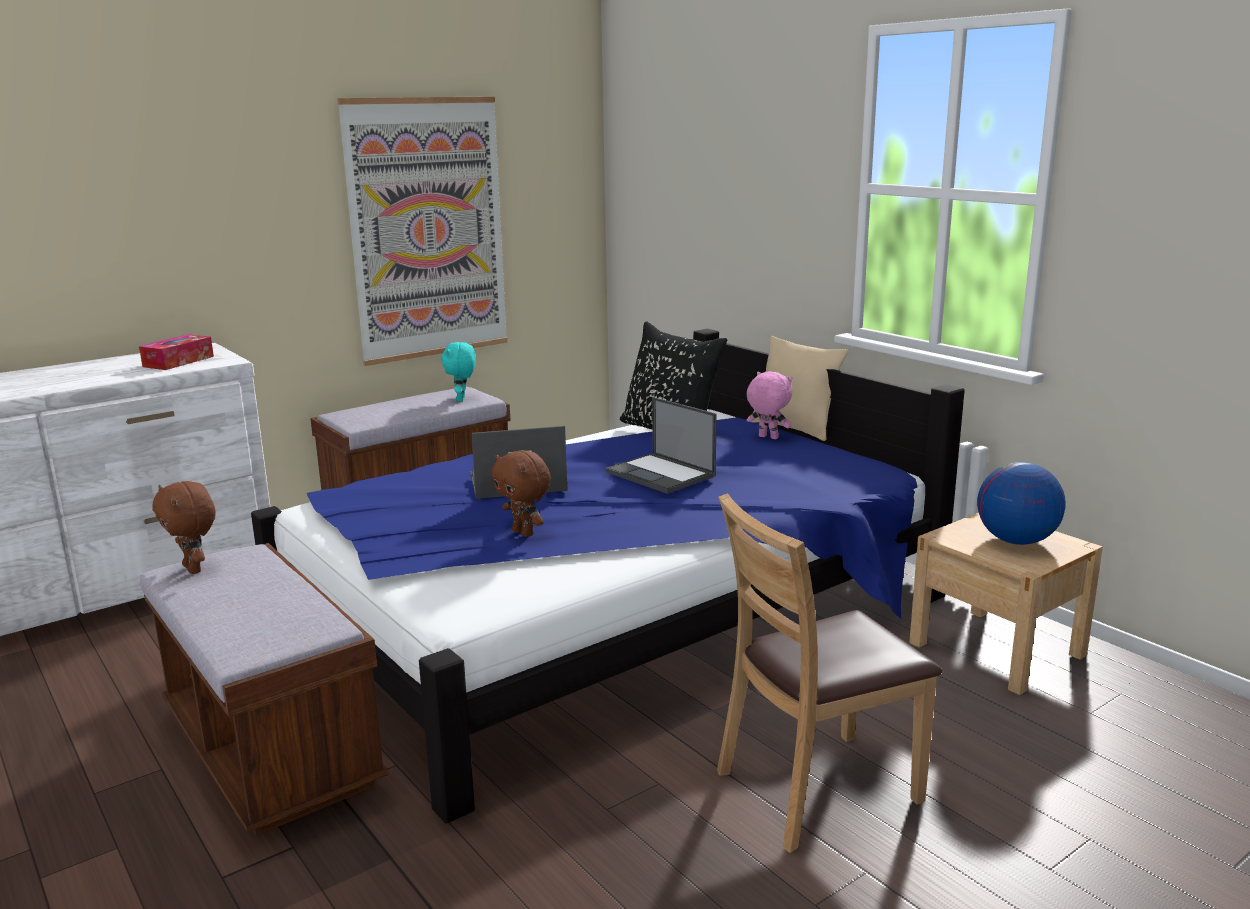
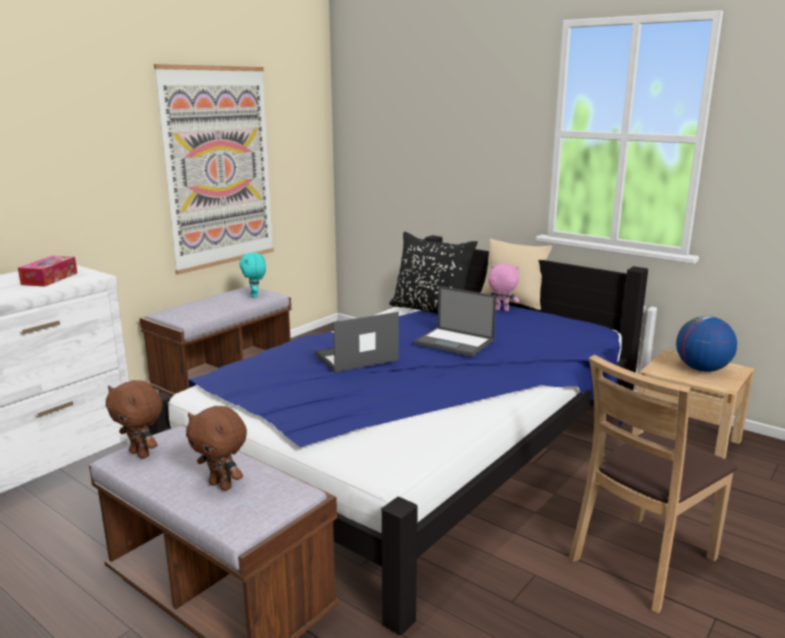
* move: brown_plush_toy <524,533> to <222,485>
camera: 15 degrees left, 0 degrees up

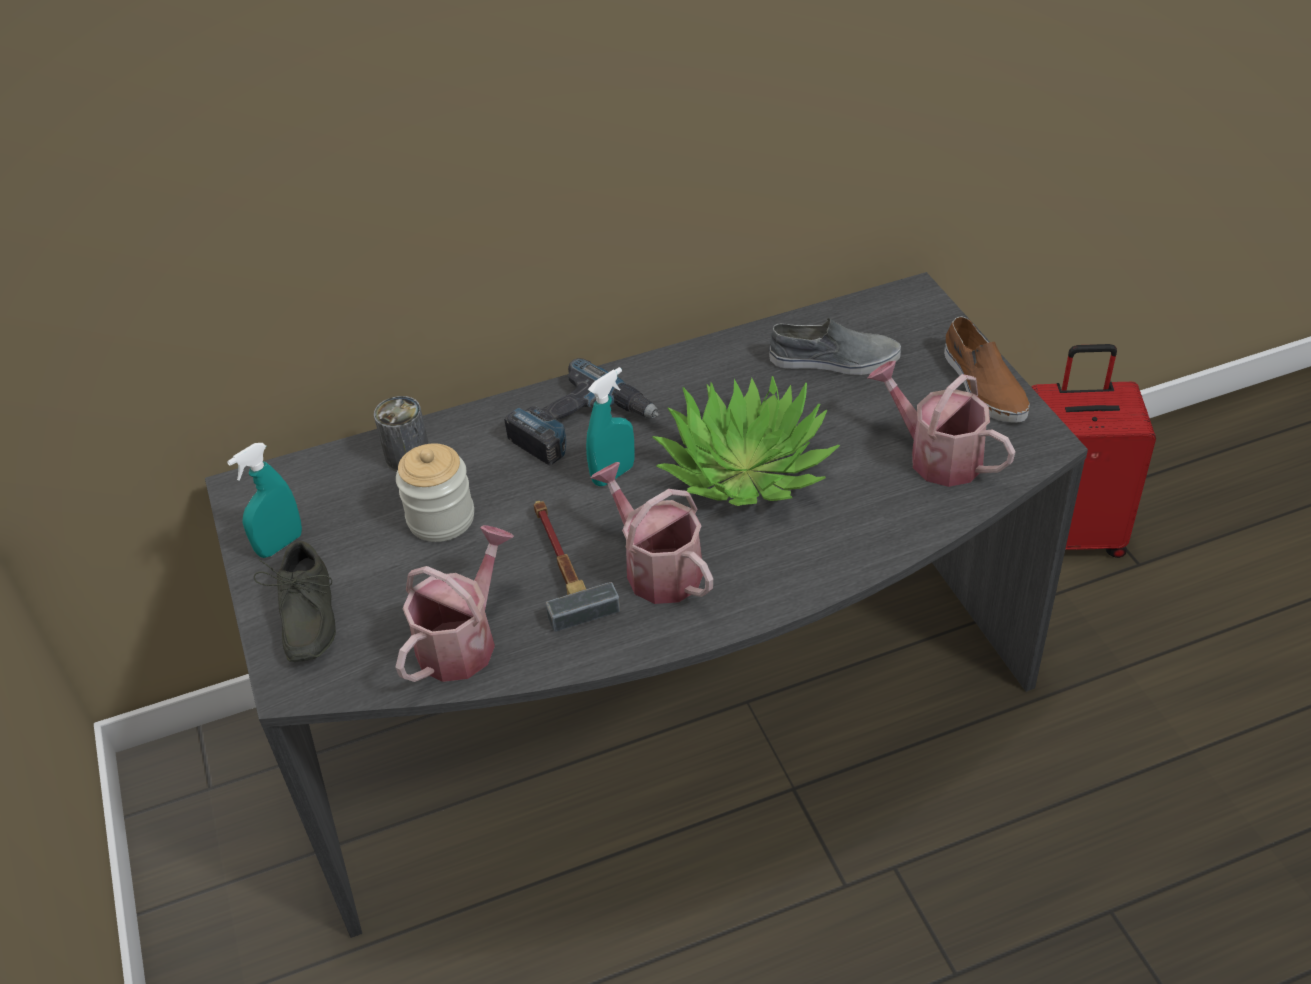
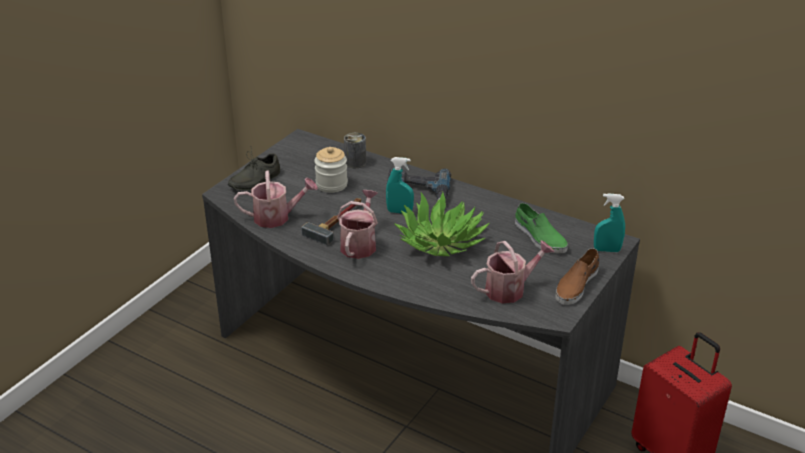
* rotate: watering_can <936,456> = <510,289> 60 degrees clockwise
* recolor: grey_shoe <834,360> to green_shoe <539,237>
* move: turquoise_spray_bottle <280,544> to <607,250>
camera: 50 degrees right, 10 degrees down

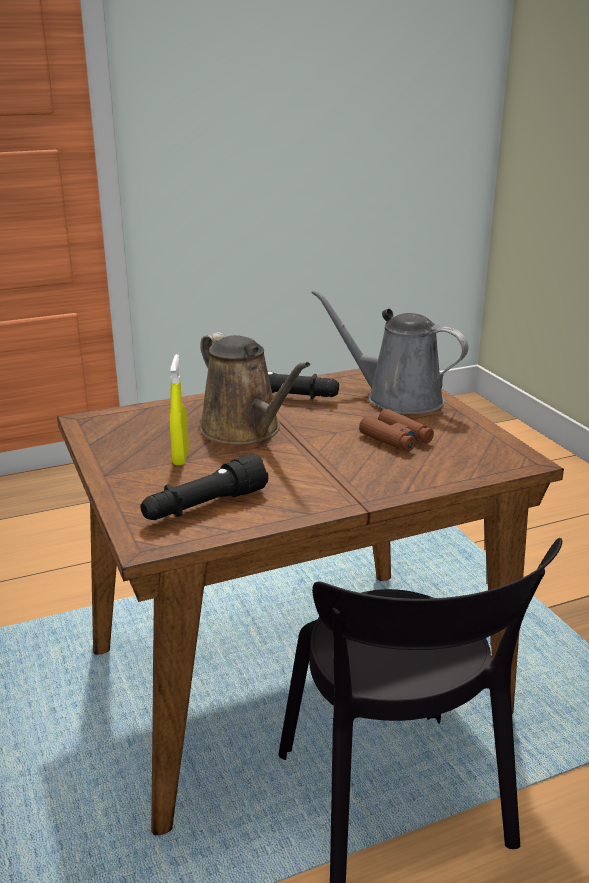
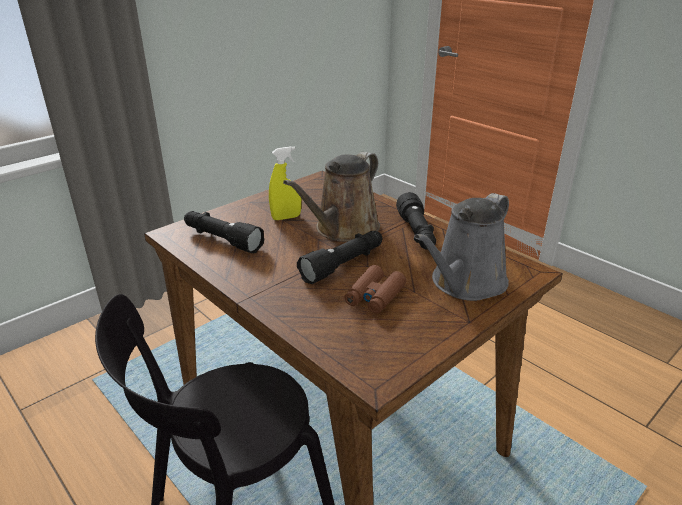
* insert: black_flashlight <343,265>
* rotate: grey_watering_can <397,398> = <465,283> 150 degrees counterclockwise
camera: 70 degrees right, 5 degrees up

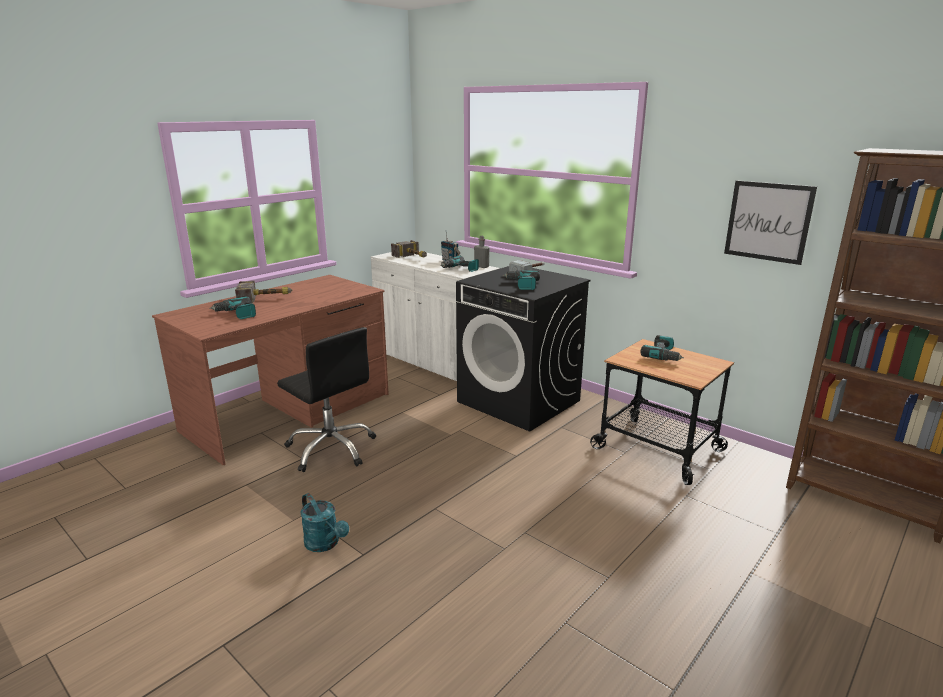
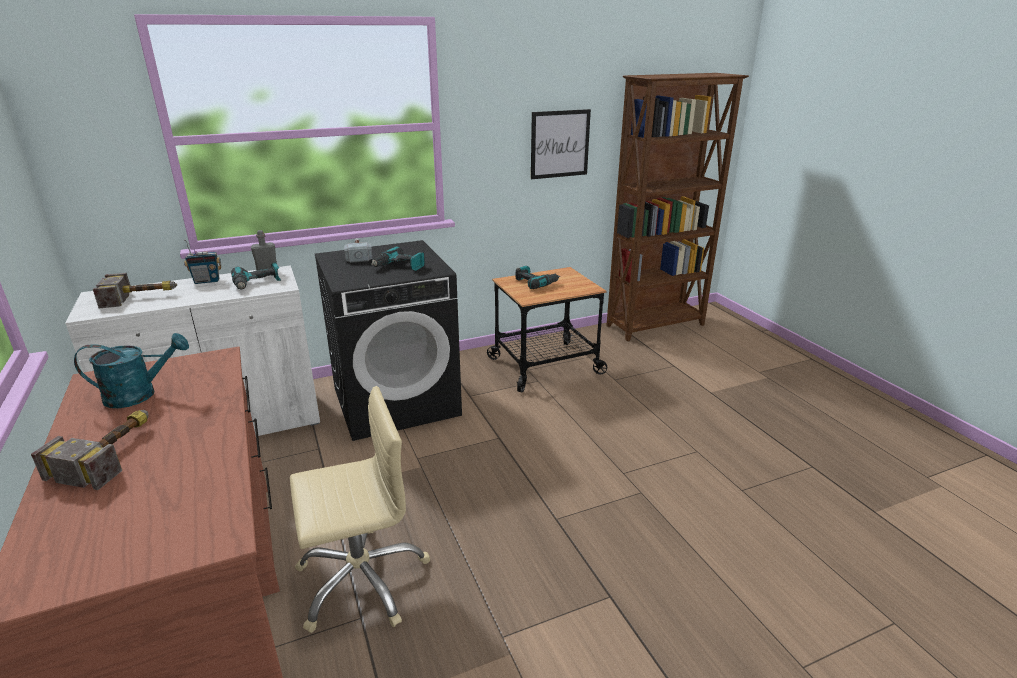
* move: turquoise_watering_can <325,544> to <140,394>
* recolor: black_office_chair <331,448> to beige_office_chair <361,579>
* delete: power_drill <236,314>
camera: 65 degrees left, 5 degrees up

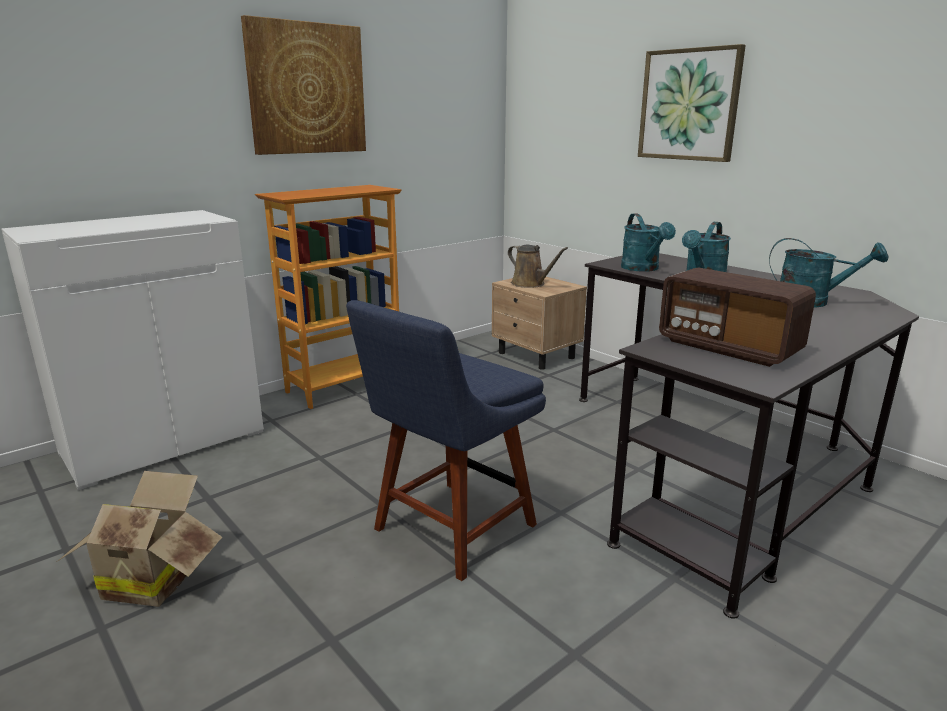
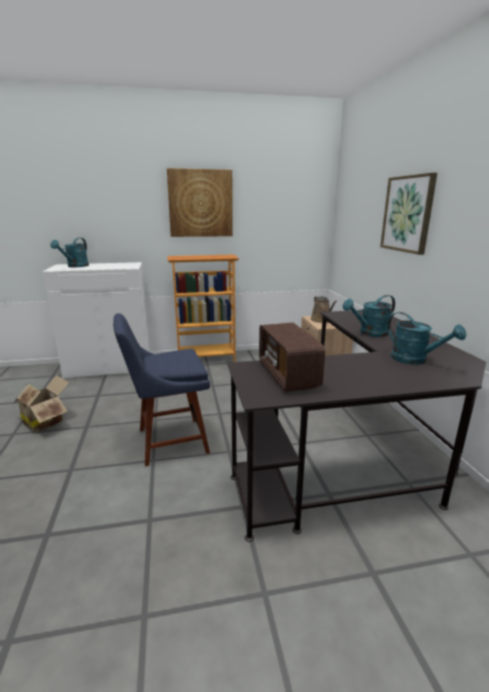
* move: turquoise_watering_can <643,269> to <75,266>
camera: 30 degrees right, 0 degrees up

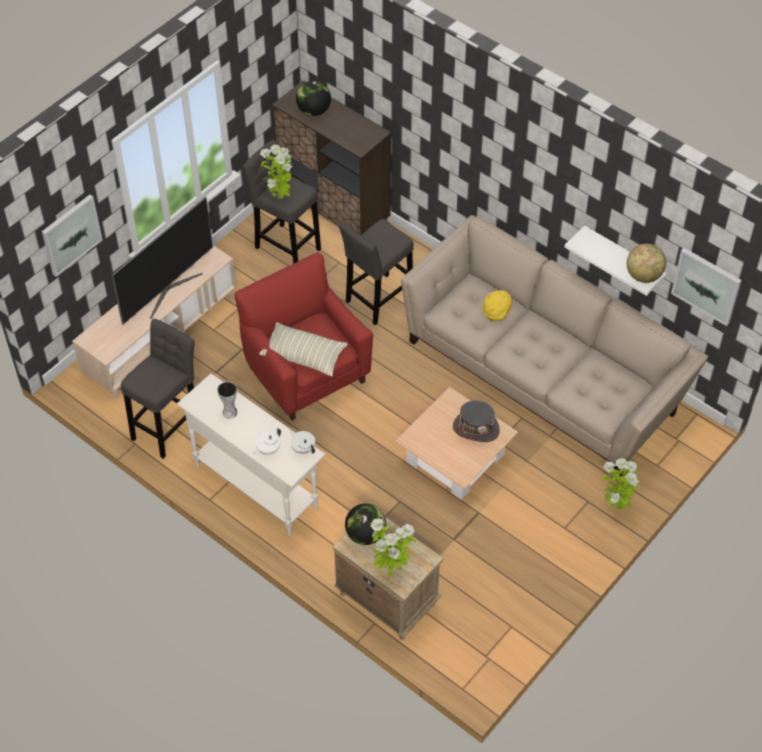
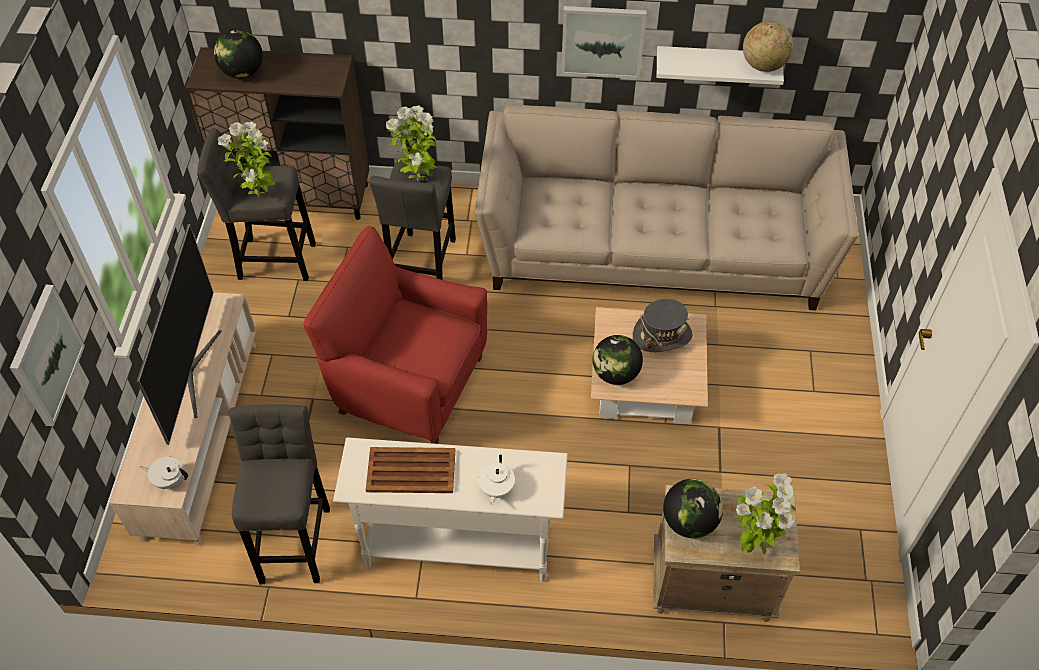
* move: white_teapot <303,448> to <169,480>
* replace: vase <230,411> to brown_tray <410,470>
* move: potted_plant <615,507> to <418,180>
* move: picture <706,285> to <602,41>
* insert: globe <615,374>
* delete: pillow <304,356>
* delete: yellow_hat <496,313>
camera: 35 degrees left, 0 degrees up

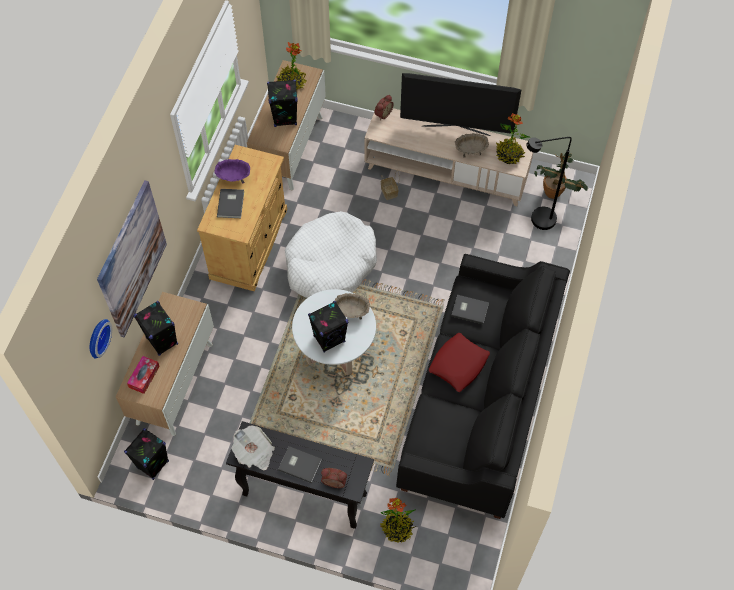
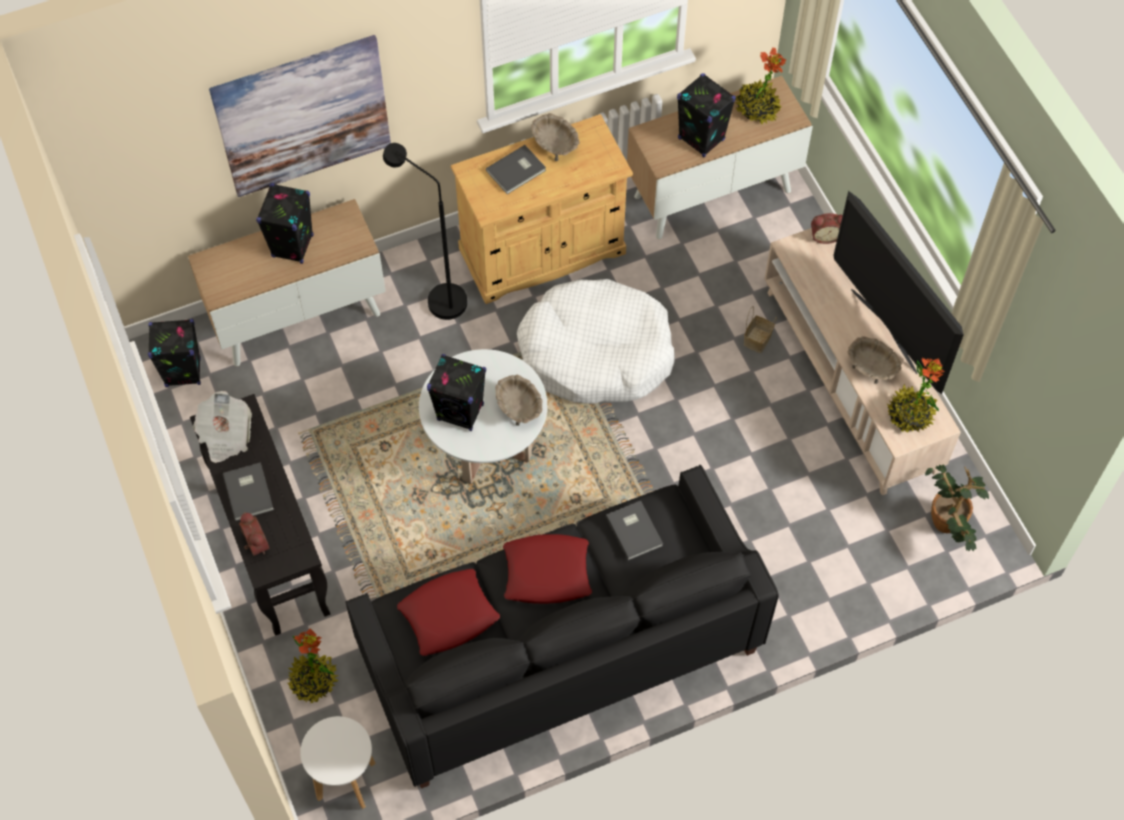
* insert: white_stool <346,781>
* move: black_floor_lamp <536,221> to <437,297>
* insert: red_pillow <448,616>
* recolor: purple_bowl <233,177> to beige_bowl <554,146>
* delete: wall_clock <97,337>
* delete: tissue_box <144,377>
camera: 50 degrees right, 0 degrees up

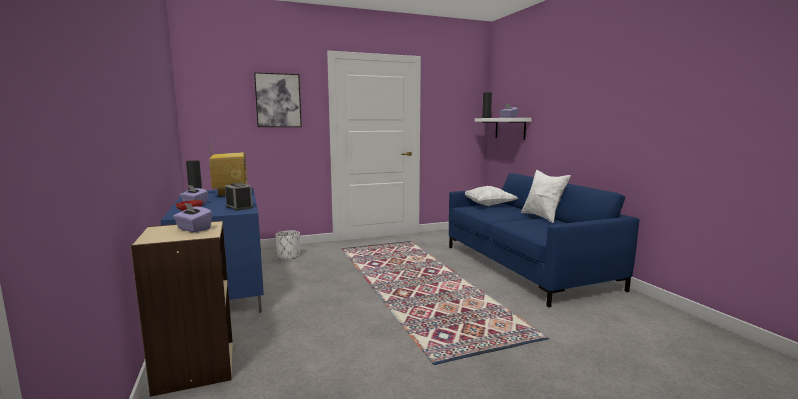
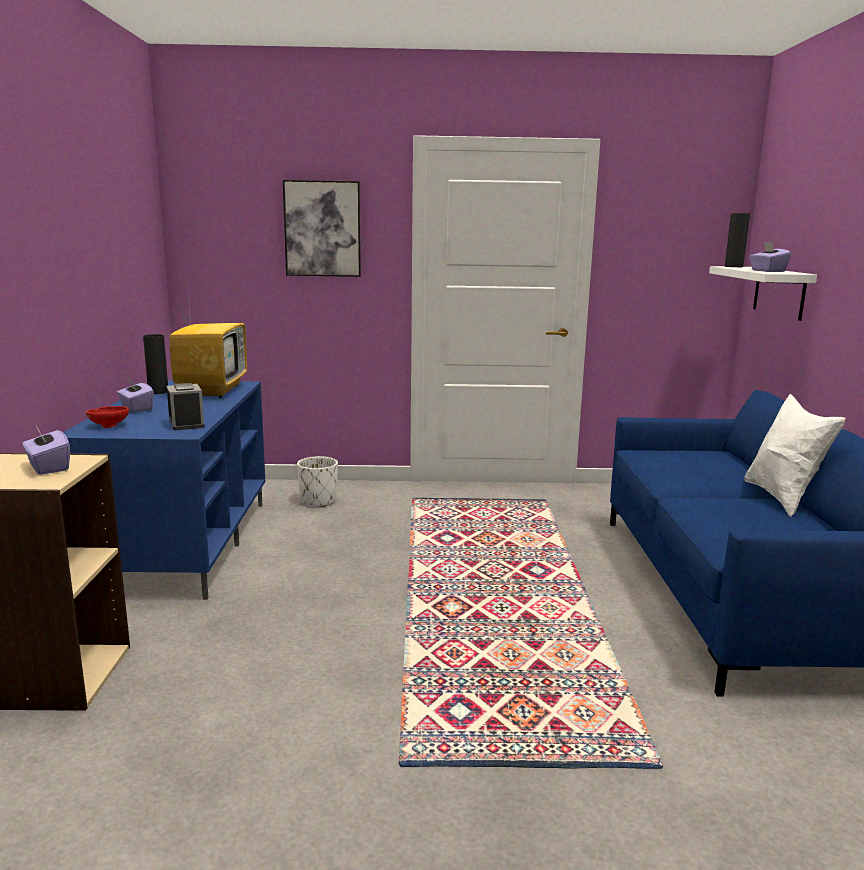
* delete: white_pillow <488,205>
camera: 20 degrees right, 5 degrees up

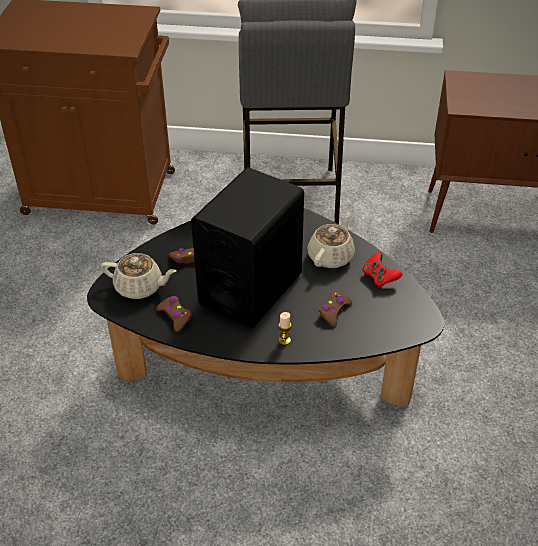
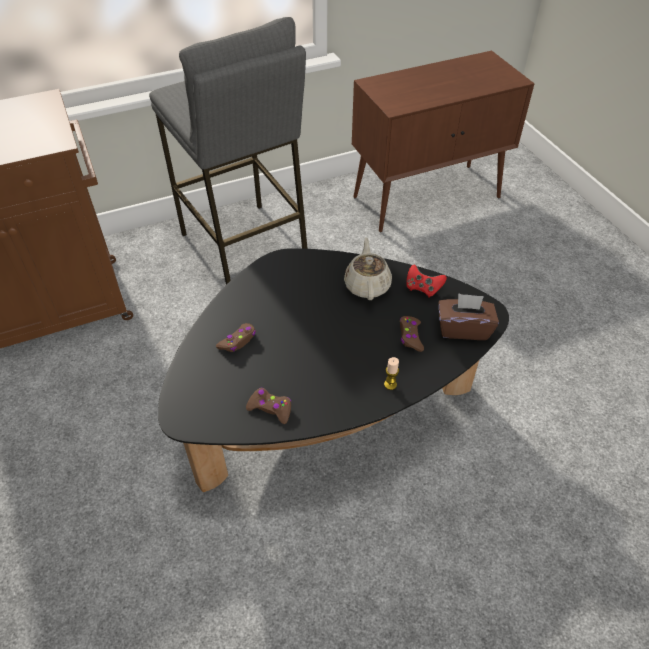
* insert: brown_tissue_box <463,328>
* delete: beige_teapot <140,287>
* delete: black_speaker <250,289>
camera: 30 degrees left, 5 degrees up

